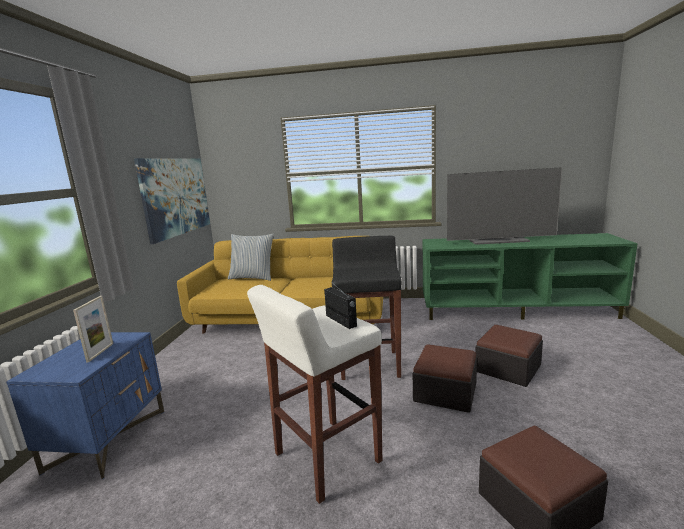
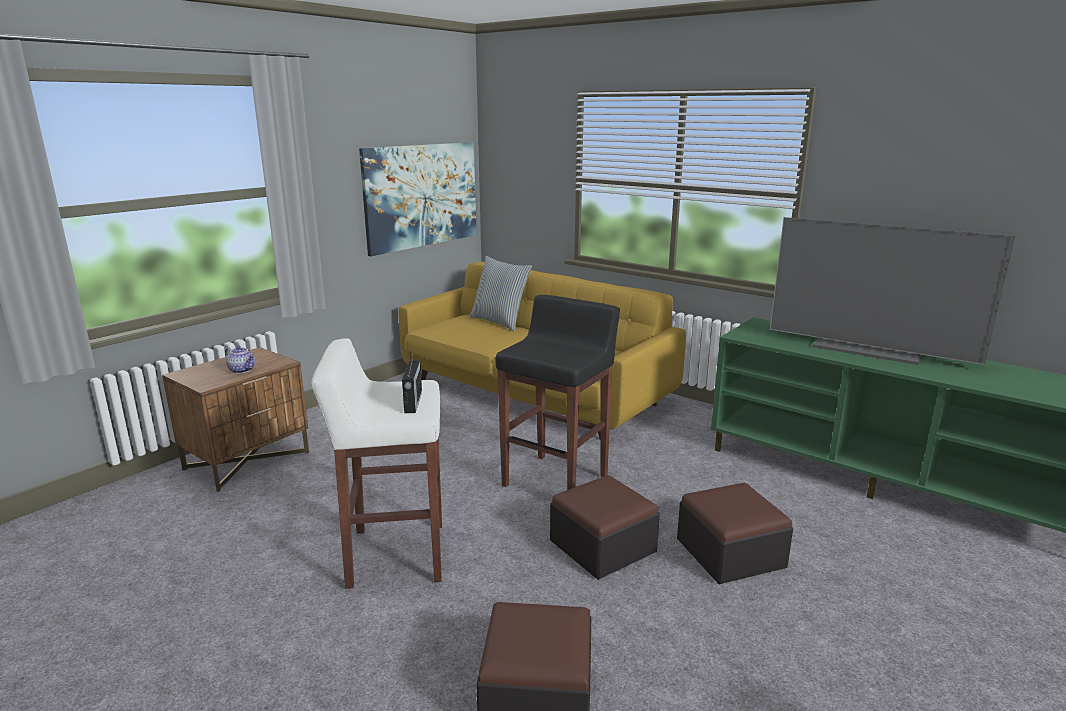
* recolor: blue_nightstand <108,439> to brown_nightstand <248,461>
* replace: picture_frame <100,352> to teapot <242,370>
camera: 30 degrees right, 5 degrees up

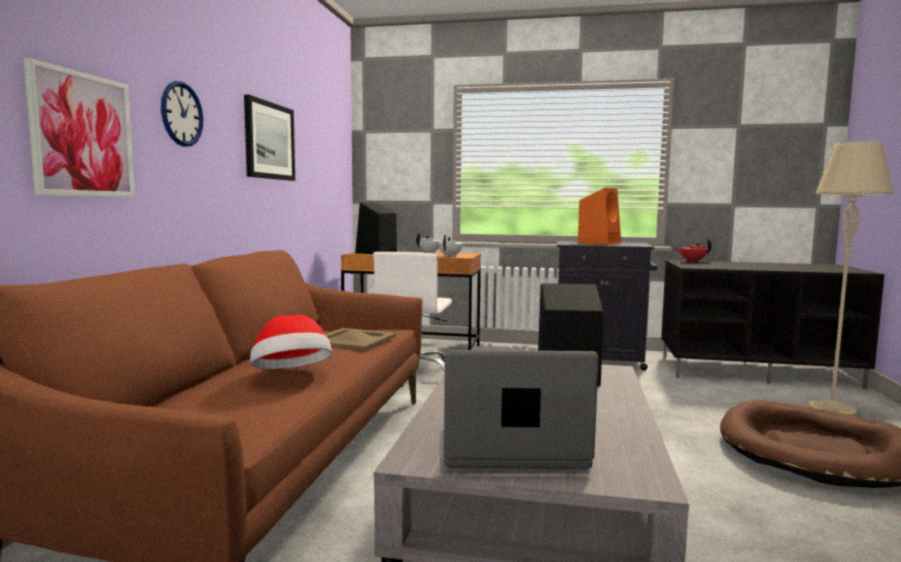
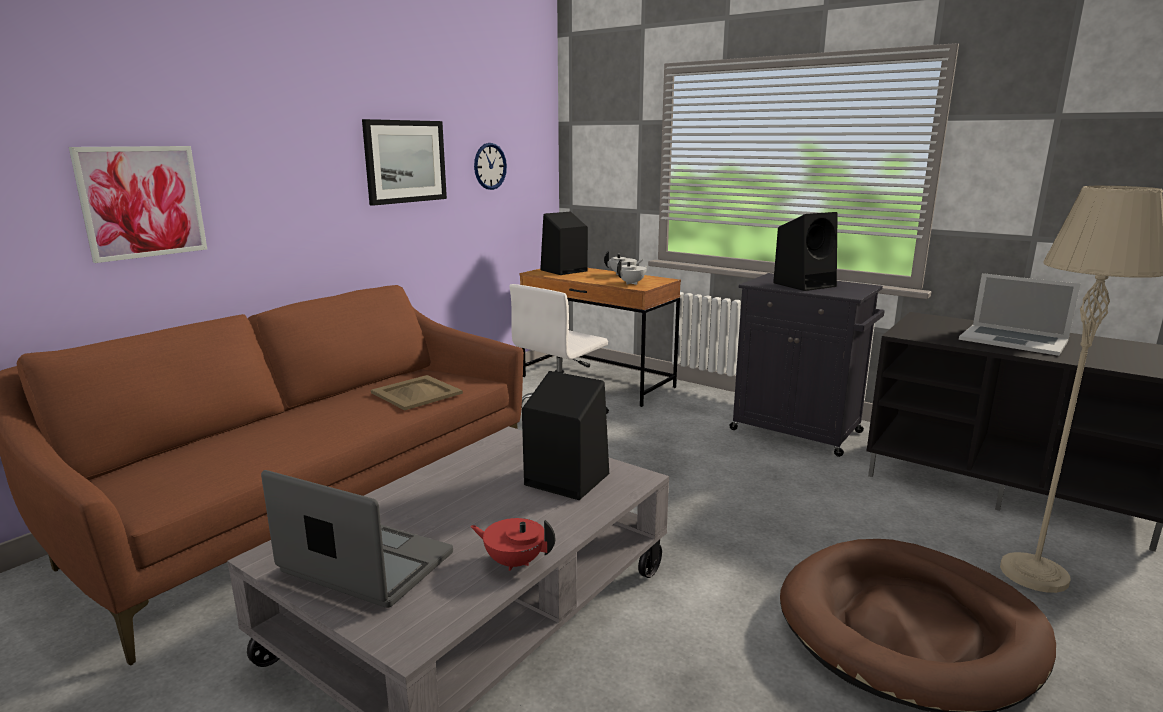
* move: red_teapot <692,261> to <514,562>
* move: wall_clock <182,114> to <490,166>
* recolor: orange_speaker <599,243> to black_speaker <805,284>
* insert: laptop <1013,340>
* delete: hat <291,376>
camera: 25 degrees right, 10 degrees up

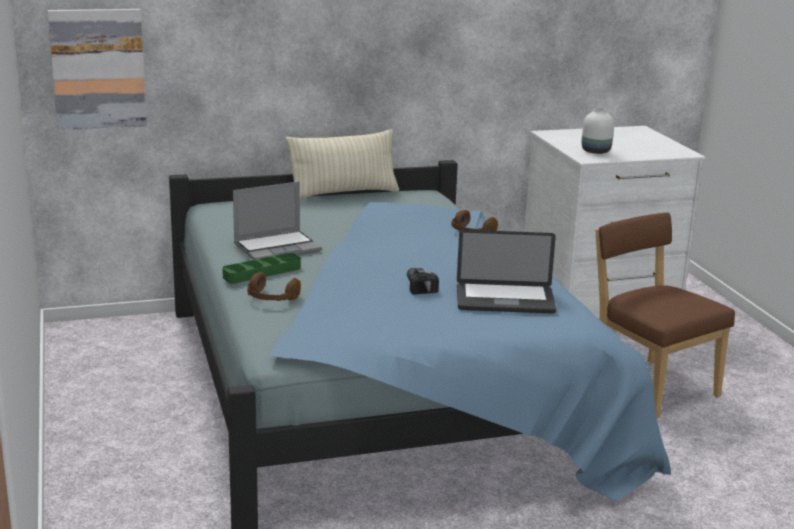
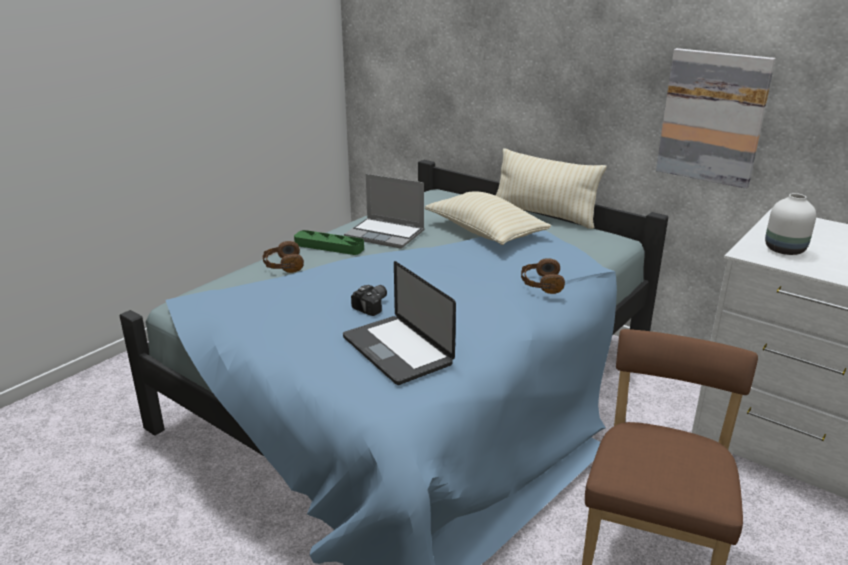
* insert: beige_pillow <485,233>
* move: picture <98,68> to <712,117>
camera: 55 degrees right, 5 degrees up

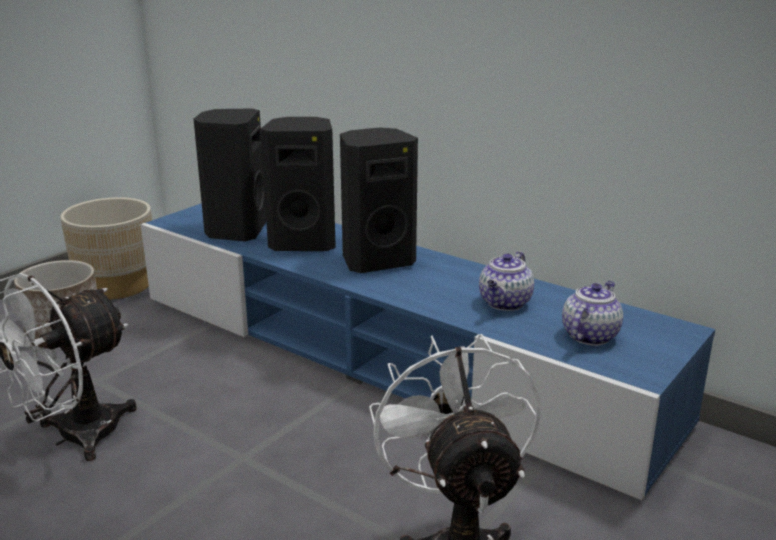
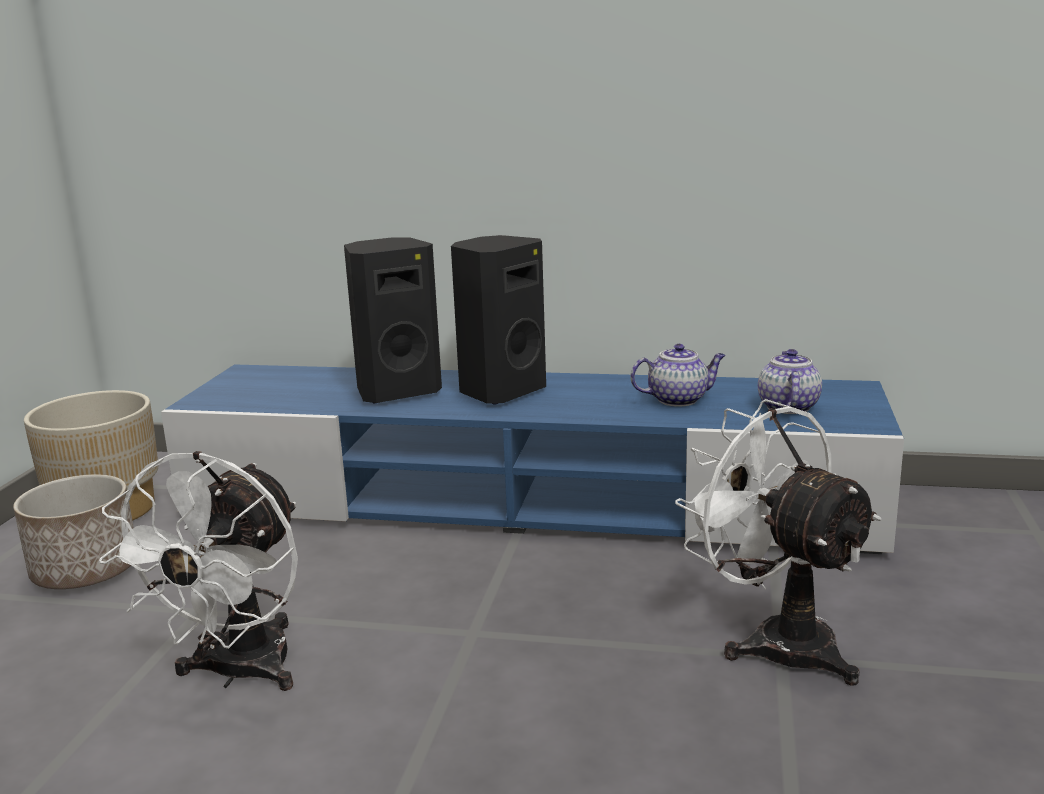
* rotate: teapot <505,303> = <678,399> 105 degrees counterclockwise
* delete: black_speaker <235,231>
camera: 25 degrees left, 5 degrees down

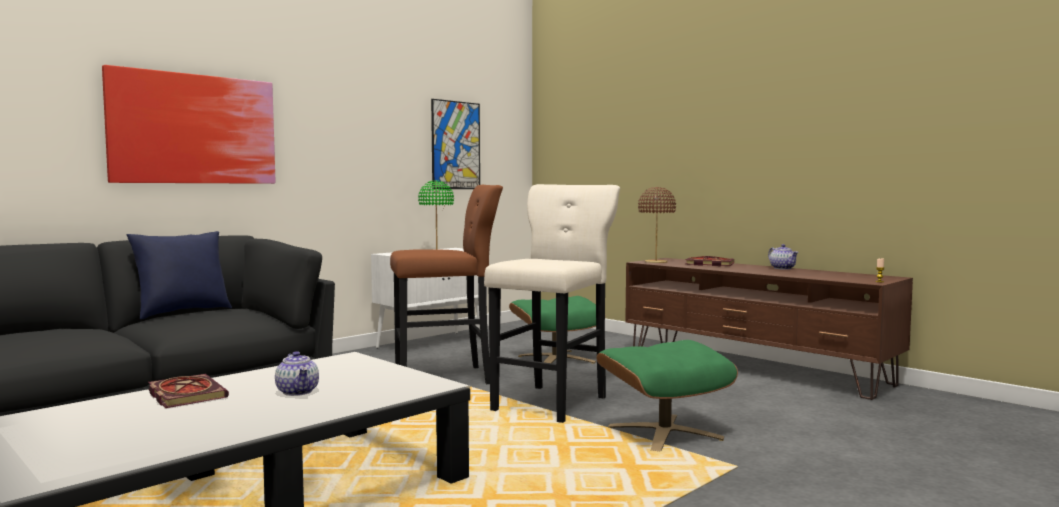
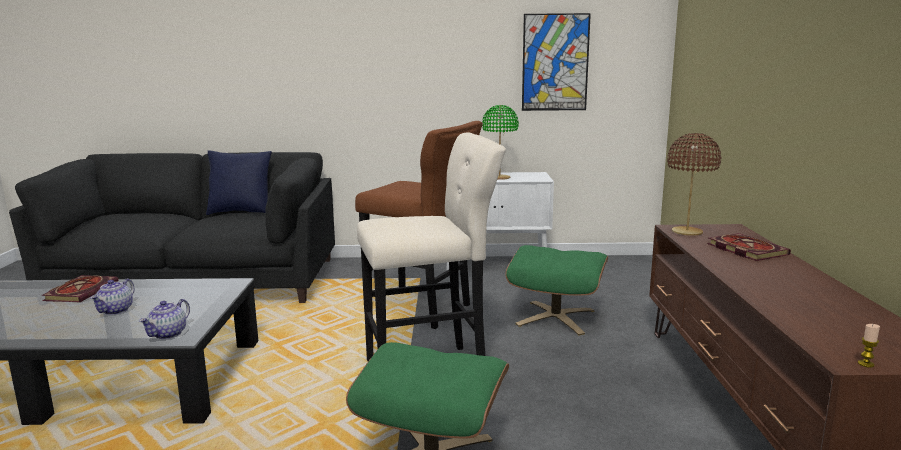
* move: teapot <783,268> to <168,334>
* delete: picture <194,129>
camera: 45 degrees right, 10 degrees up

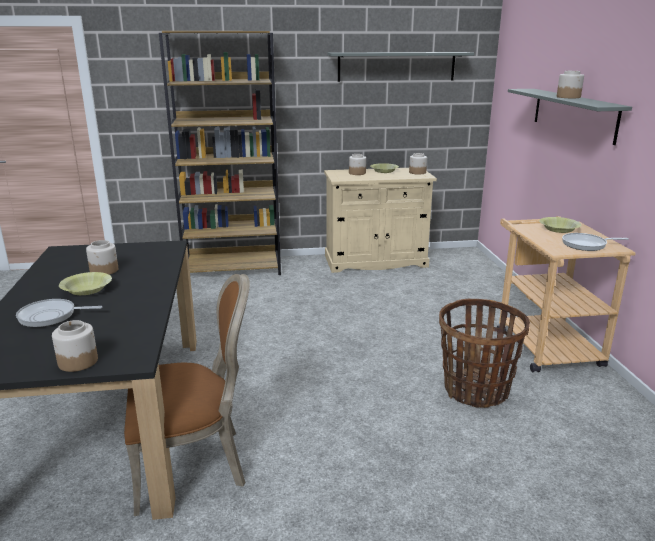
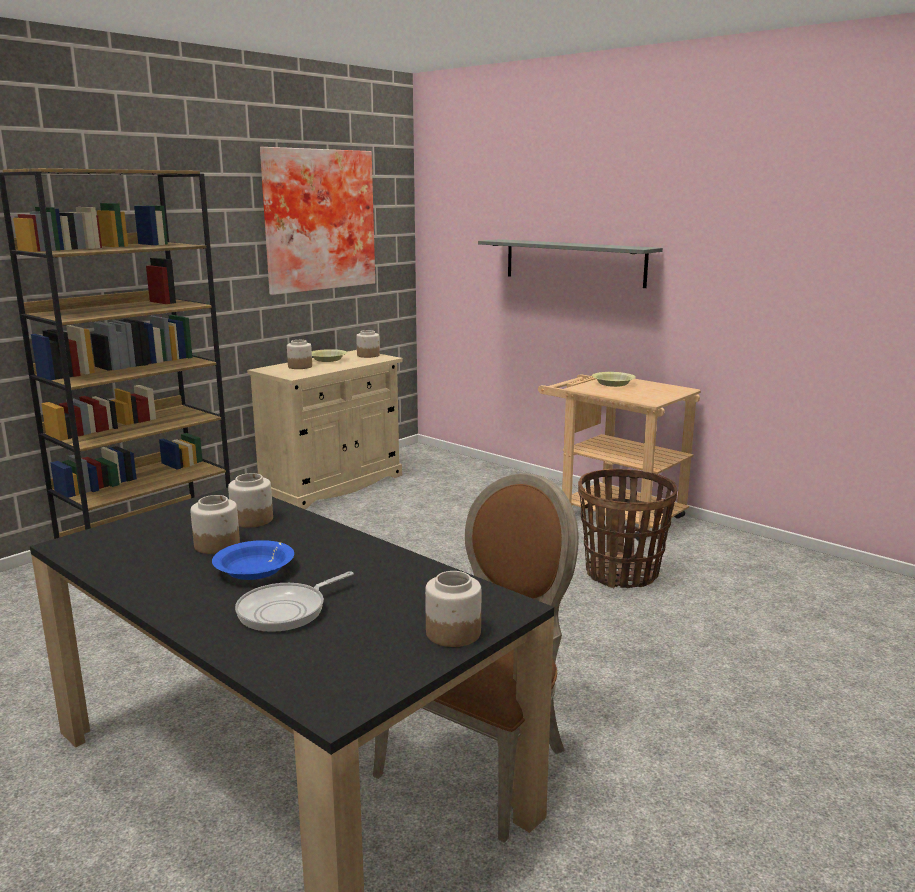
* recolor: yellow_bowl <87,290> to blue_bowl <255,570>
* move: jar <568,97> to <252,519>
* replace: grey_shelf <396,66> to picture <317,220>
* delete: frying_pan <586,245>
camera: 40 degrees left, 5 degrees down

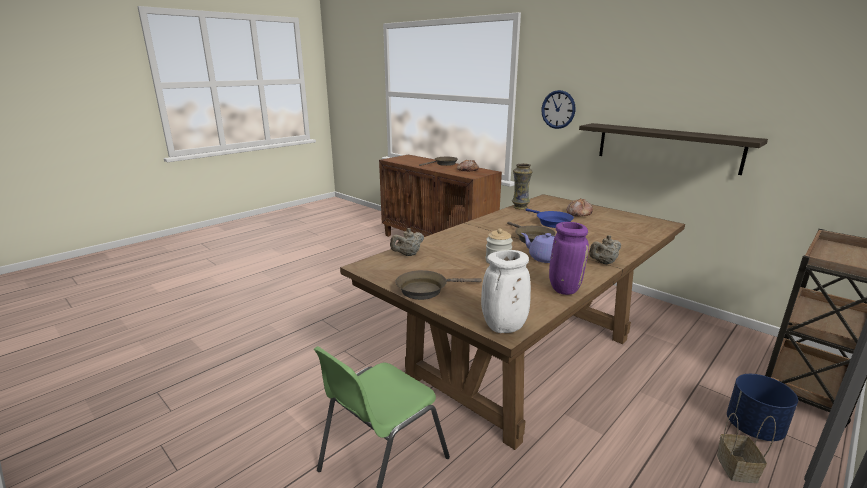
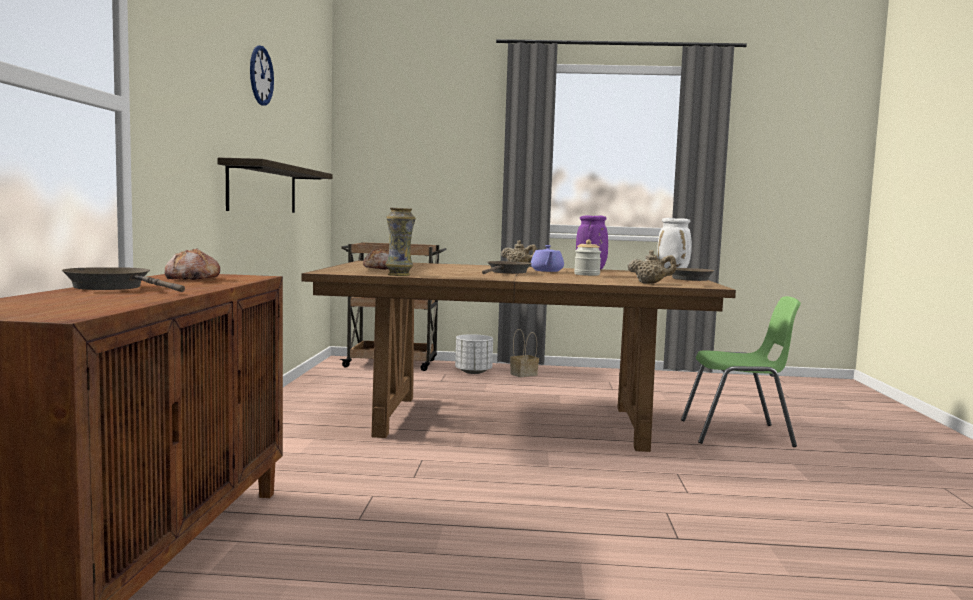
* move: wall_clock <558,109> to <261,75>
* recolor: blue_planter <753,428> to white_planter <473,372>
* delete: blue_frying_pan <551,222>
camera: 130 degrees left, 15 degrees down

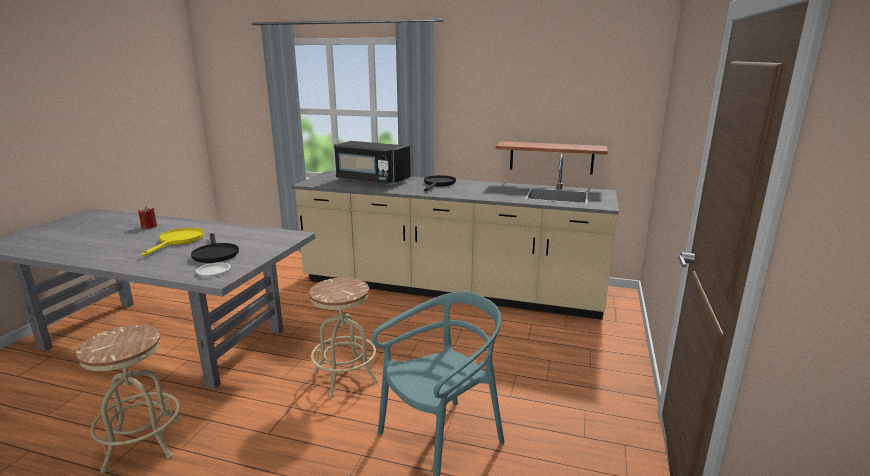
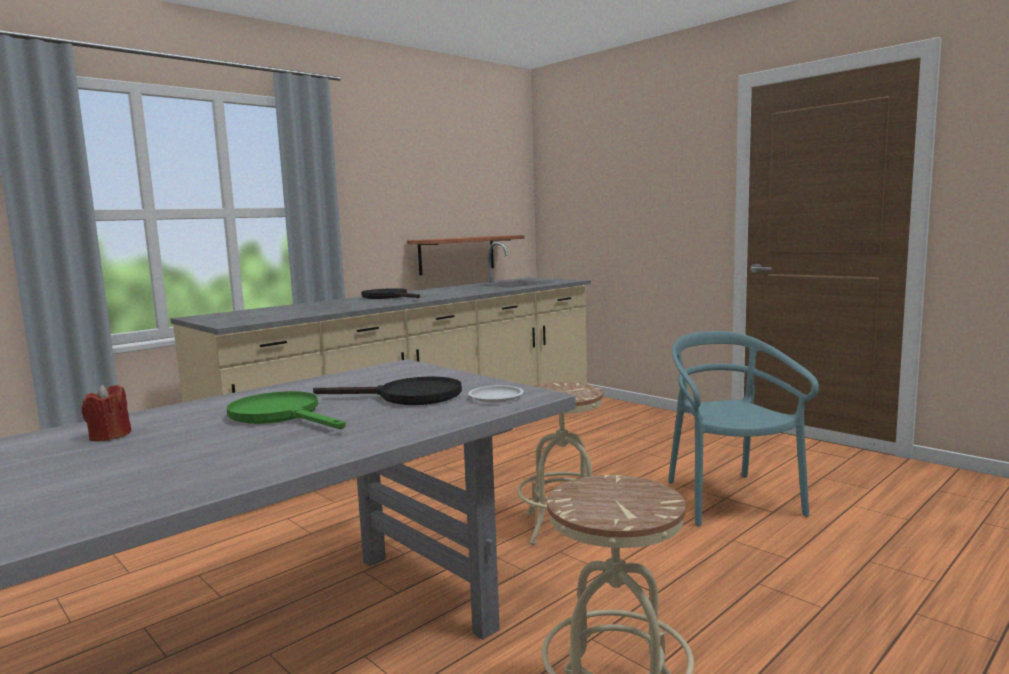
* recolor: yellow_frying_pan <178,241> to green_frying_pan <282,415>
* delete: black_microwave <371,180>
camera: 60 degrees left, 10 degrees down

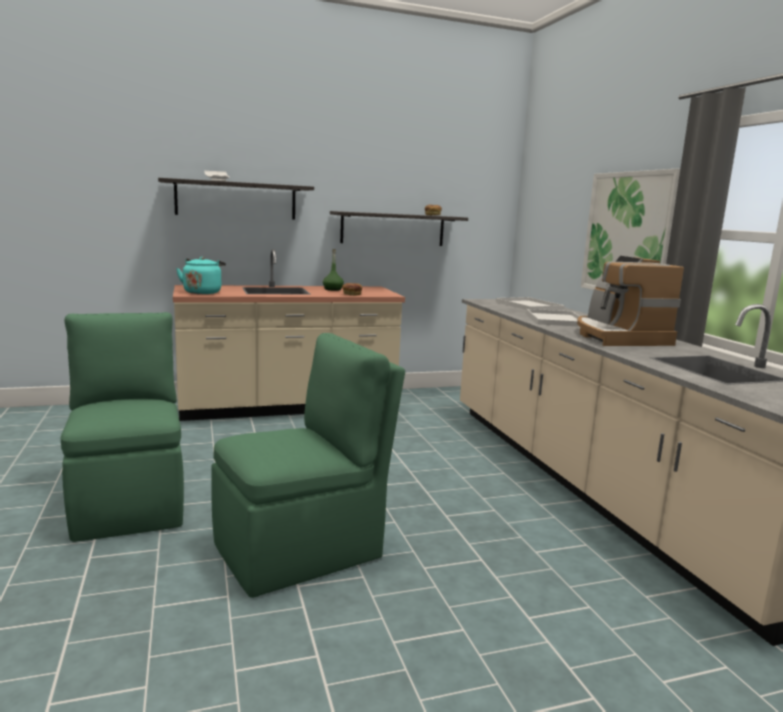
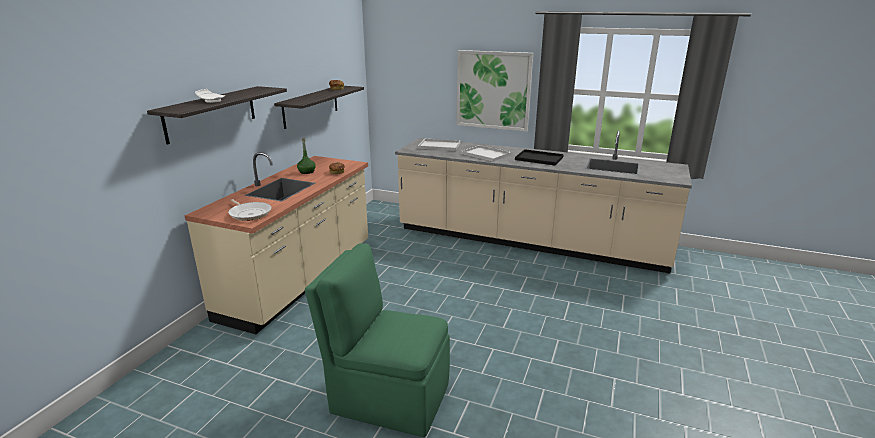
* replace: turquoise_kettle <203,292> to frying_pan <249,213>
* replace: coffee_machine <617,337> to black_tray <540,158>
* delete: green_chair <302,550>
camera: 50 degrees left, 10 degrees up

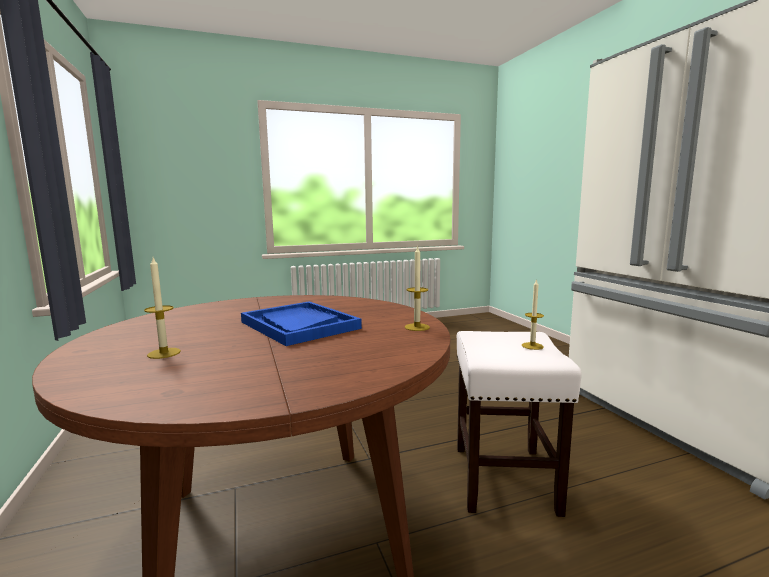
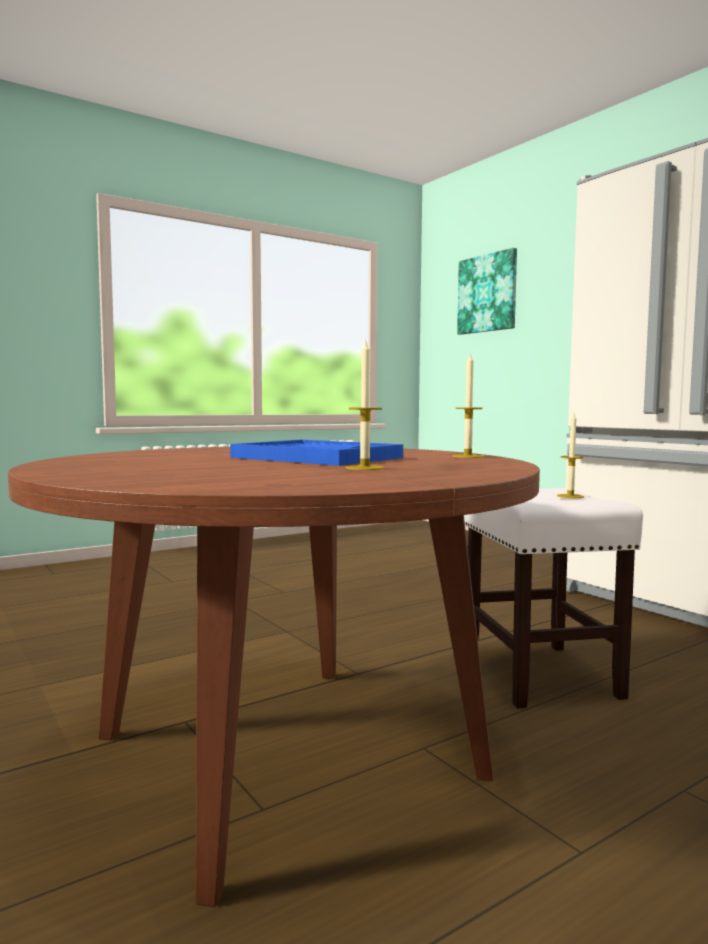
* move: candle <164,353> to <364,468>
* insert: picture <487,293>
camera: 15 degrees left, 5 degrees down

